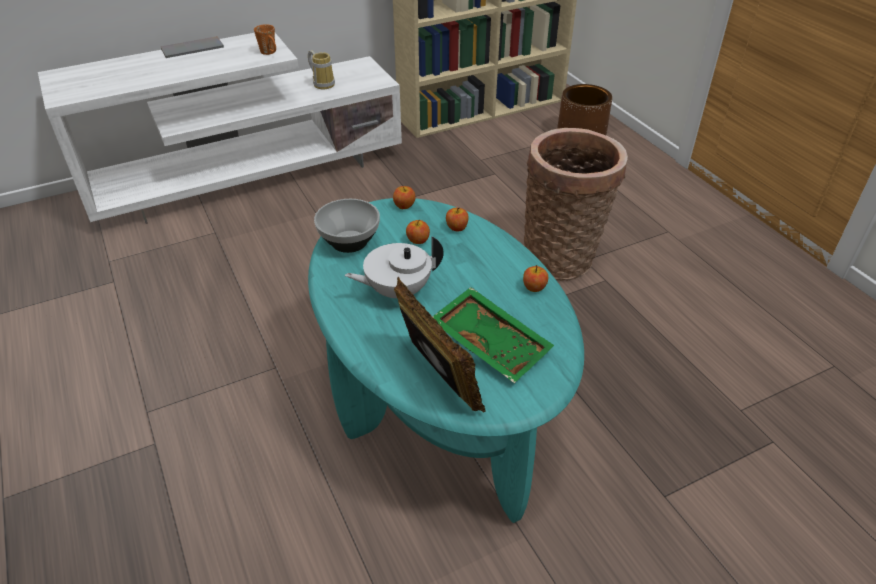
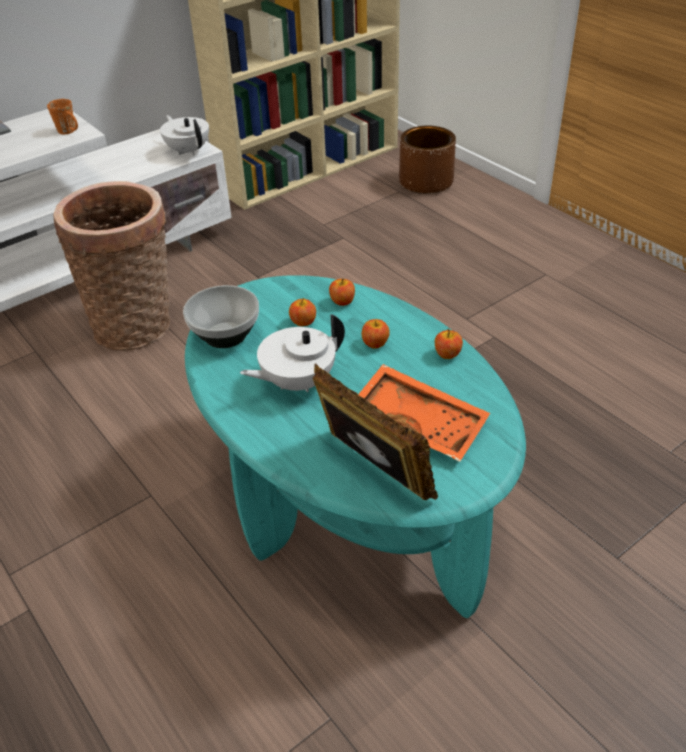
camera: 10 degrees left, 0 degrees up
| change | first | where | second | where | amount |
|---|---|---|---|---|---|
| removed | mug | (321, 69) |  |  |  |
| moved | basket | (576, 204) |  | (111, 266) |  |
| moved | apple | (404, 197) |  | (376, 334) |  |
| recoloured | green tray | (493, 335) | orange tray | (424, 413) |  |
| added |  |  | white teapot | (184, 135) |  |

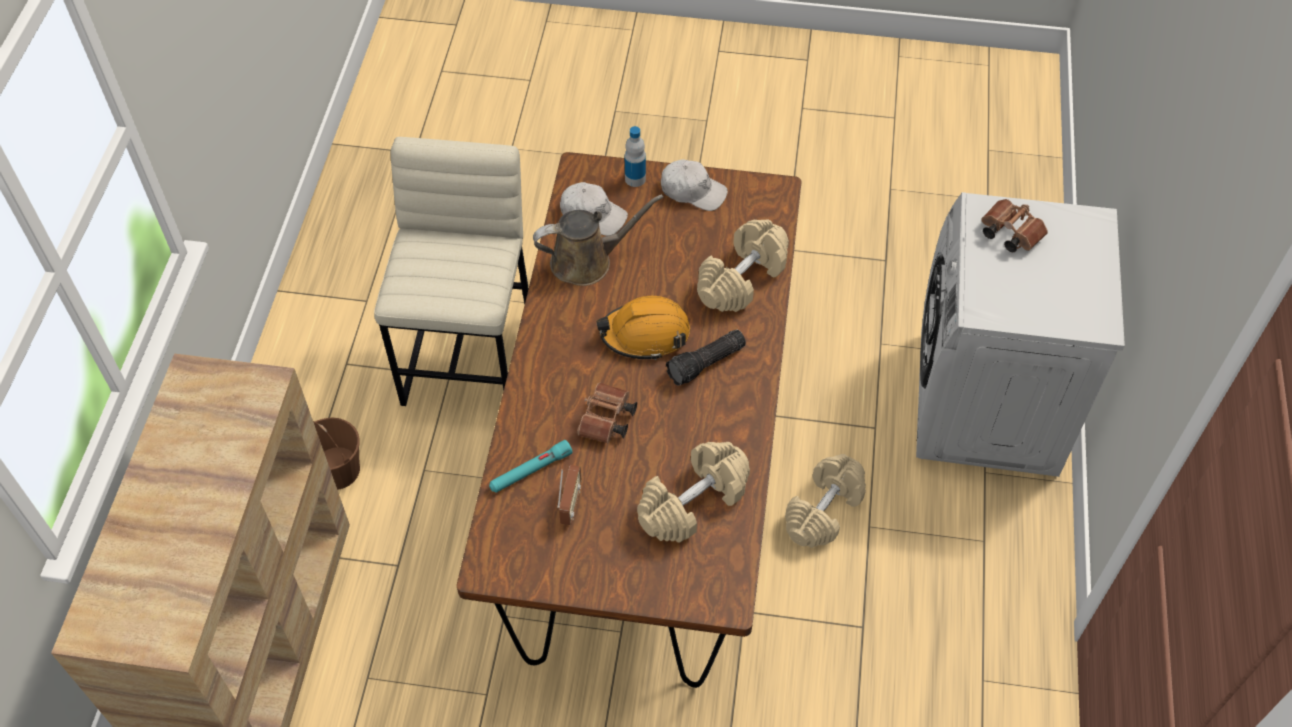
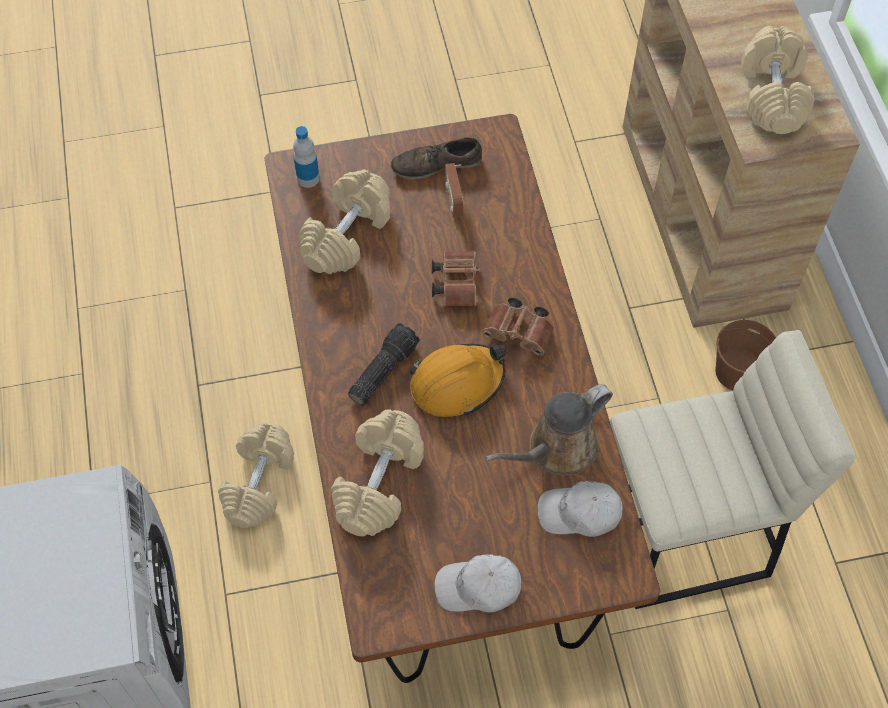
camera: 160 degrees right, 5 degrees up
| change | first | where | second | where | amount |
|---|---|---|---|---|---|
| moved | bottle | (635, 156) |  | (306, 157) |  |
| turned | beige chair | (451, 271) |  | (732, 469) | 90 degrees counterclockwise |
| moved | brown binoculars | (1014, 225) |  | (518, 327) |  |
| removed | turquoise flashlight | (531, 466) |  |  |  |
| added |  |  | beige dumbbell | (778, 80) |  |
| added |  |  | brown shoe | (436, 158) |  |

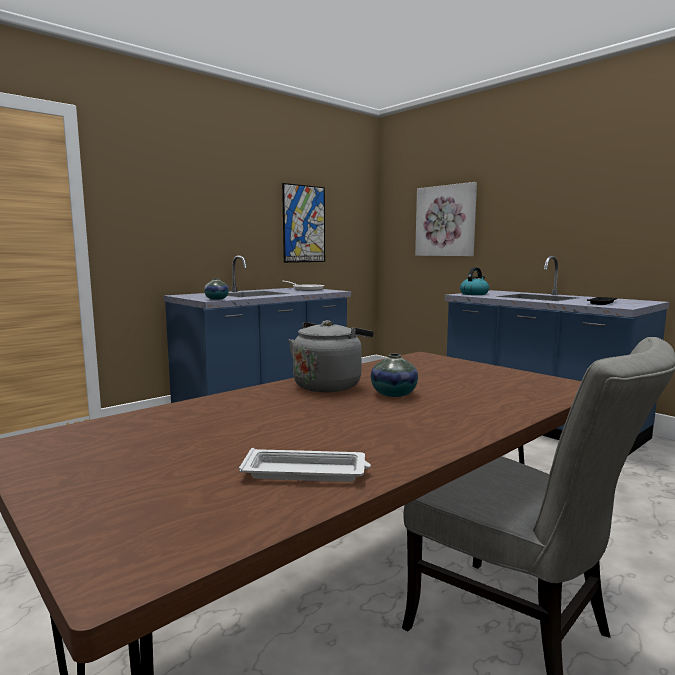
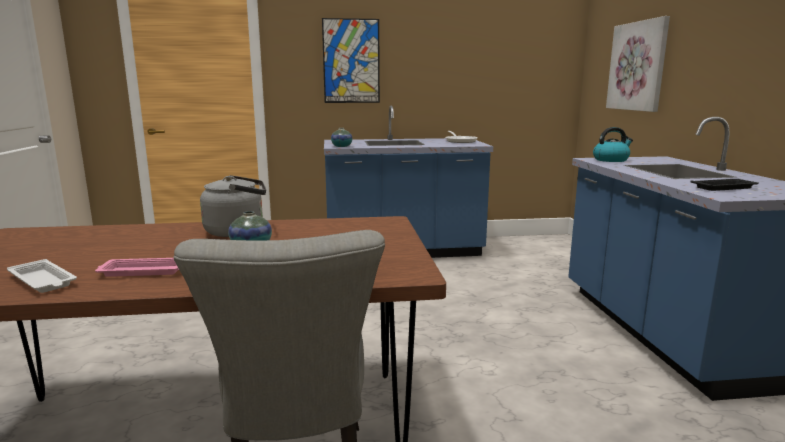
camera: 35 degrees right, 5 degrees up
| change | first | where | second | where | amount |
|---|---|---|---|---|---|
| moved | picture | (303, 223) |  | (351, 60) |  |
| added |  |  | pink tray | (137, 267) |  |

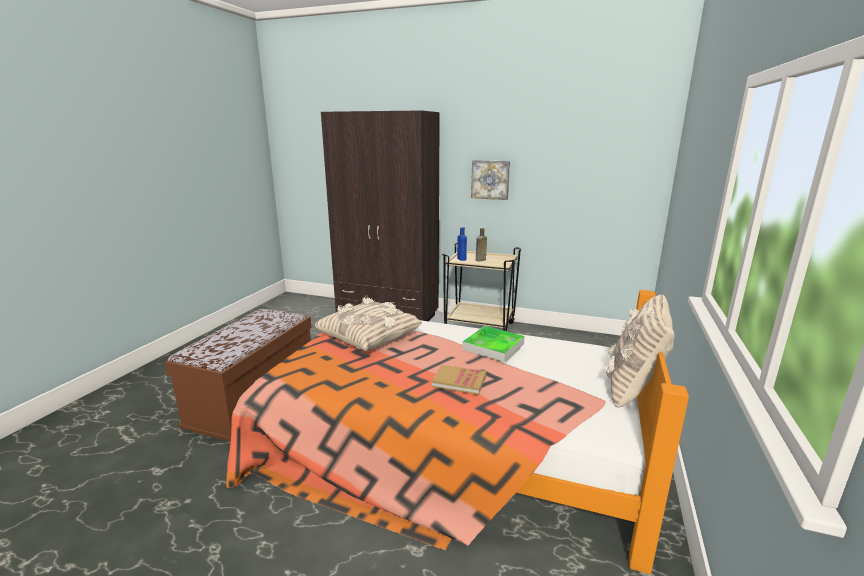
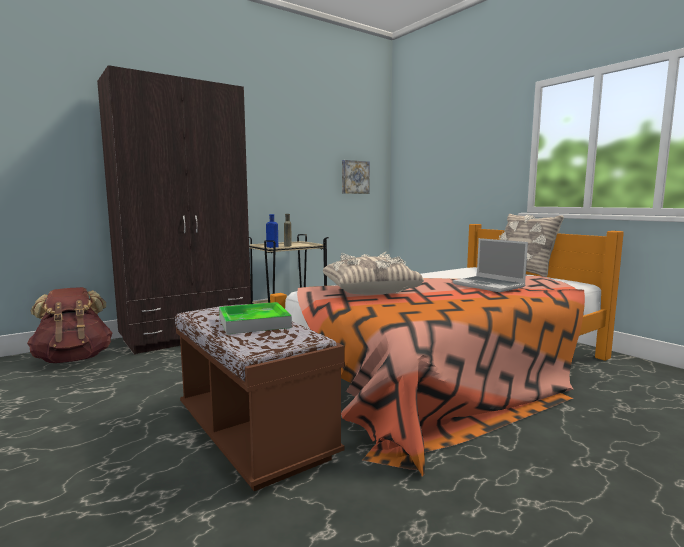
camera: 55 degrees left, 10 degrees down
| change | first | where | second | where | amount |
|---|---|---|---|---|---|
| moved | picture | (490, 180) |  | (356, 177) |  |
| moved | tray | (493, 344) |  | (255, 318) |  |
| replaced | book | (459, 380) | laptop | (490, 265) |  |
| added |  |  | brown backpack | (70, 325) |  |

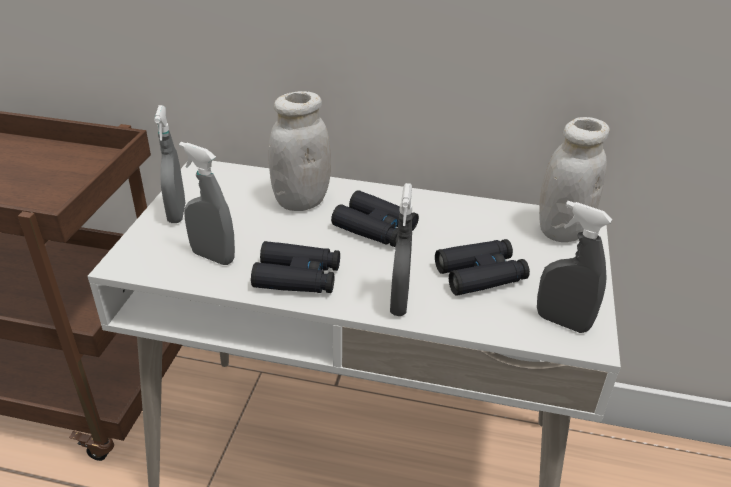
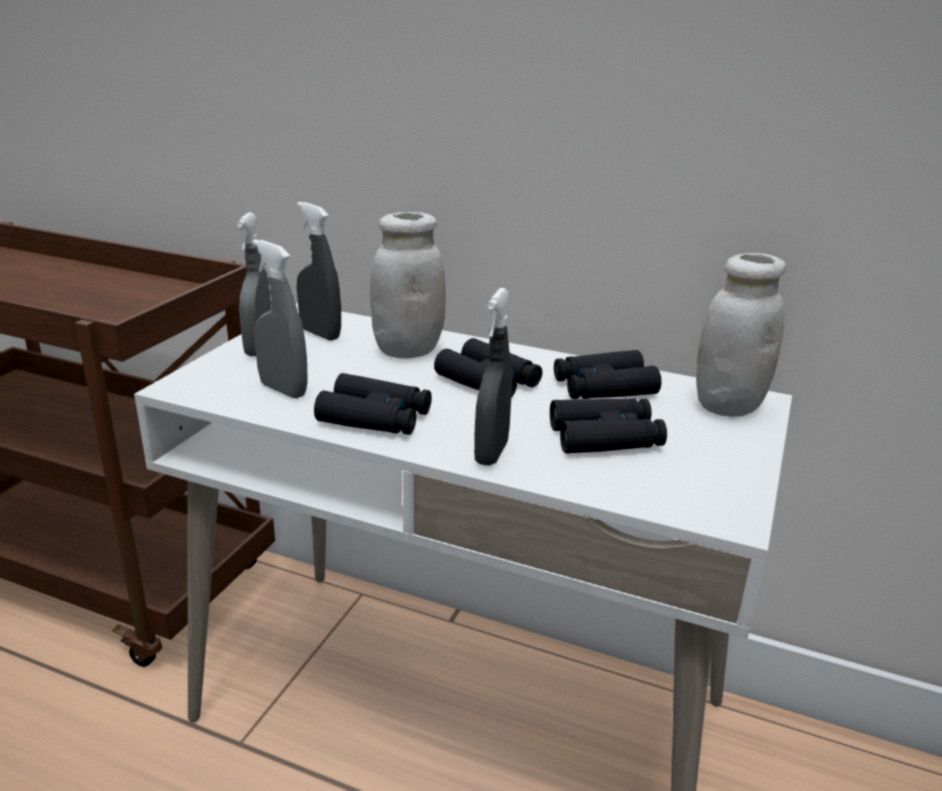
camera: 10 degrees right, 10 degrees down
| change | first | where | second | where | amount |
|---|---|---|---|---|---|
| moved | grey spray bottle | (574, 267) |  | (319, 271) |  |
| added |  |  | black binoculars | (608, 374) |  |

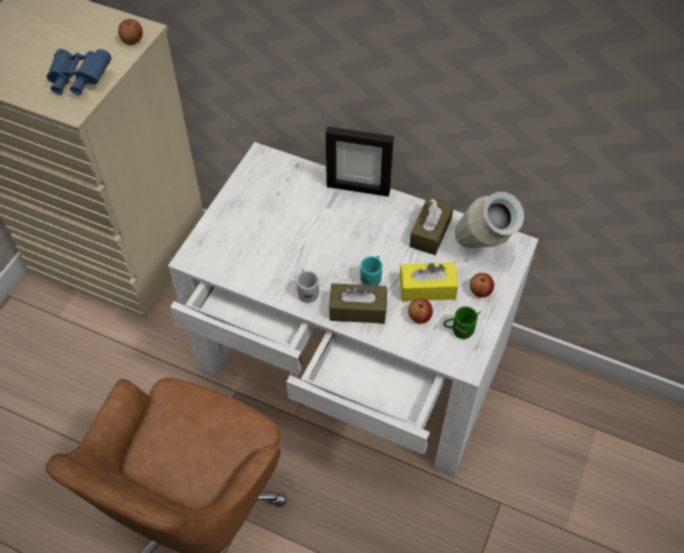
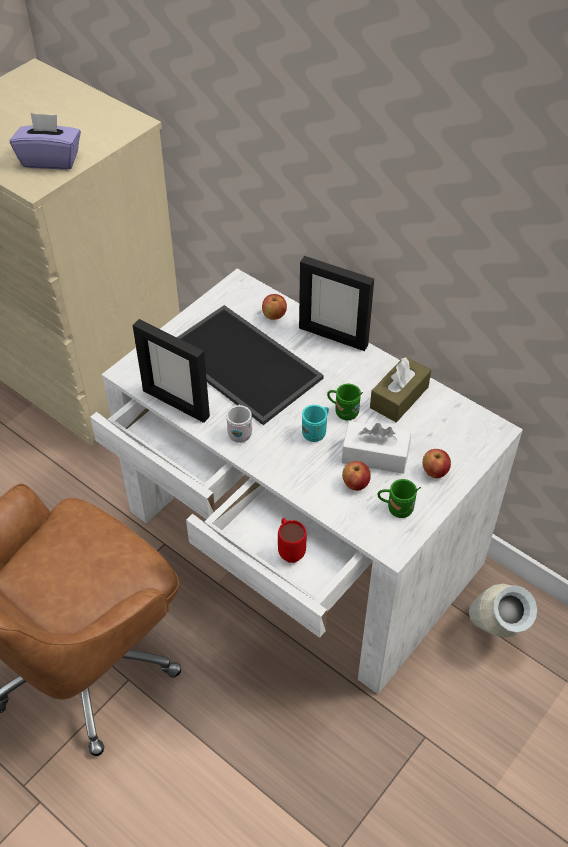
camera: 15 degrees right, 5 degrees down
| change | first | where | second | where | amount |
|---|---|---|---|---|---|
| moved | apple | (130, 32) |  | (274, 307) |  |
| replaced | blue binoculars | (79, 72) | purple tissue box | (45, 141) |  |
| moved | vase | (489, 220) |  | (503, 611) |  |
| recoloured | yellow tissue box | (429, 282) | white tissue box | (376, 447) |  |
| removed | brown tissue box | (358, 303) |  |  |  |
| added |  |  | tray | (250, 365) |  |
| added |  |  | picture frame | (171, 371) |  |
| added |  |  | green mug | (345, 402) |  |
| added |  |  | red mug | (292, 540) |  |

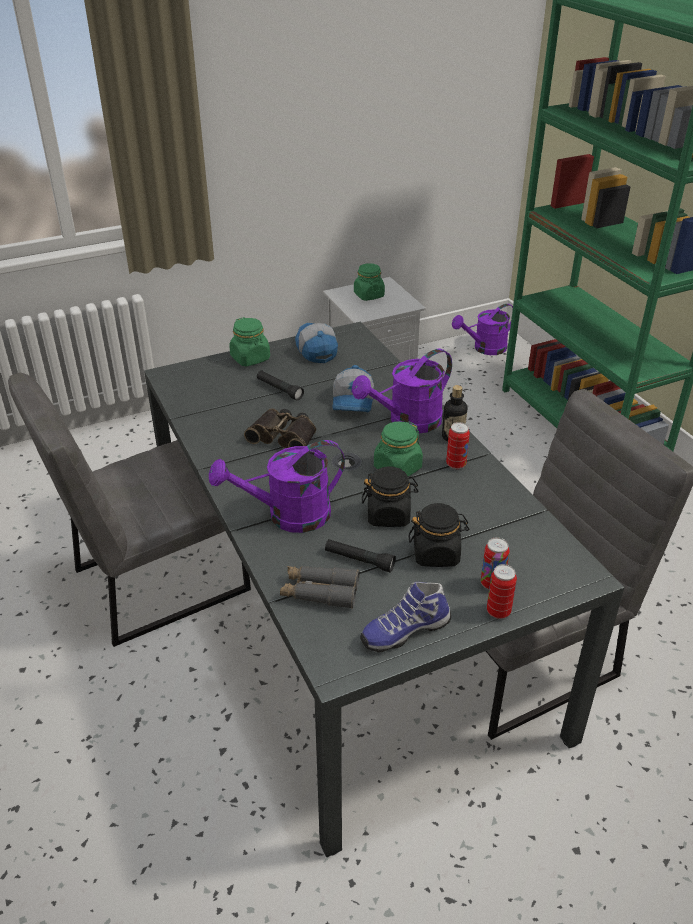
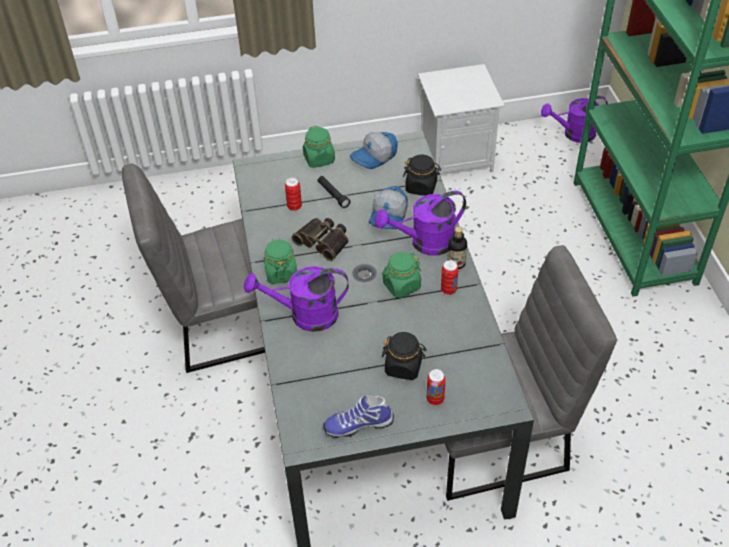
camera: 15 degrees right, 10 degrees up
| change | first | where | second | where | amount |
|---|---|---|---|---|---|
| moved | green jar | (369, 282) |  | (280, 261) |  |
| turned | cap | (316, 343) |  | (374, 150) | 120 degrees counterclockwise |
| moved | black jar | (390, 497) |  | (422, 175) |  |
| removed | black flashlight | (360, 556) |  |  |  |
| moved | can | (502, 591) |  | (293, 194) |  |
| removed | grey binoculars | (319, 587) |  |  |  |

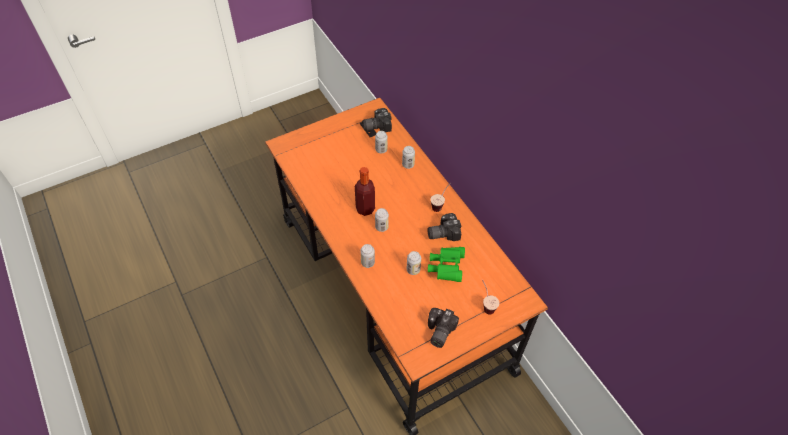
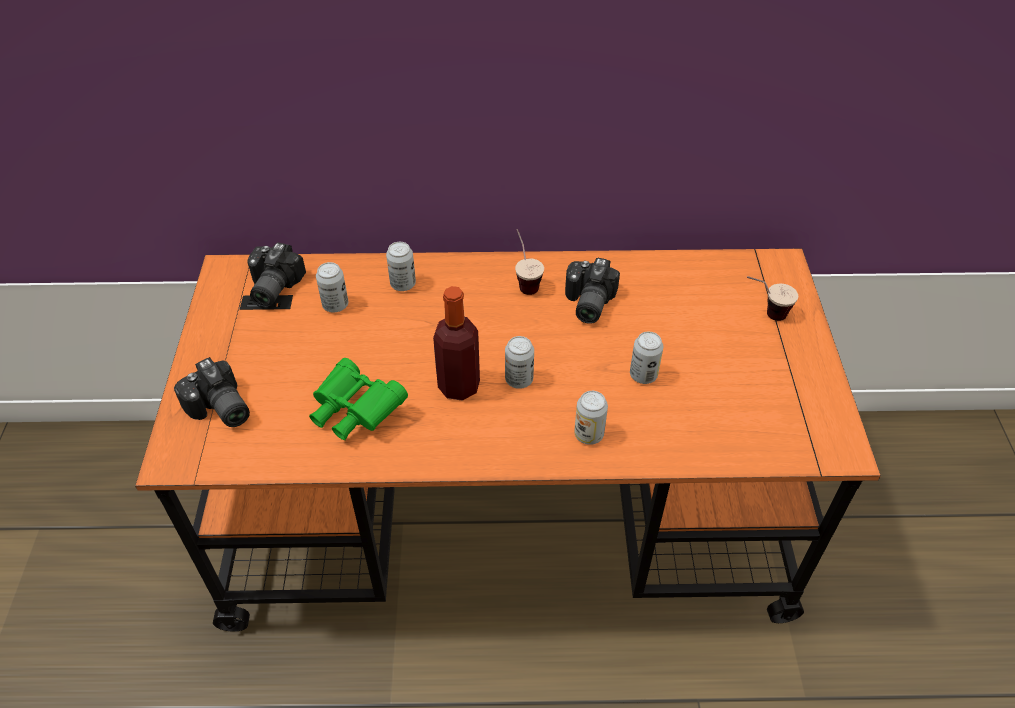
camera: 60 degrees left, 5 degrees down
| change | first | where | second | where | amount |
|---|---|---|---|---|---|
| moved | green binoculars | (446, 264) |  | (358, 399) |  |
| moved | photo camera | (443, 328) |  | (212, 392) |  |

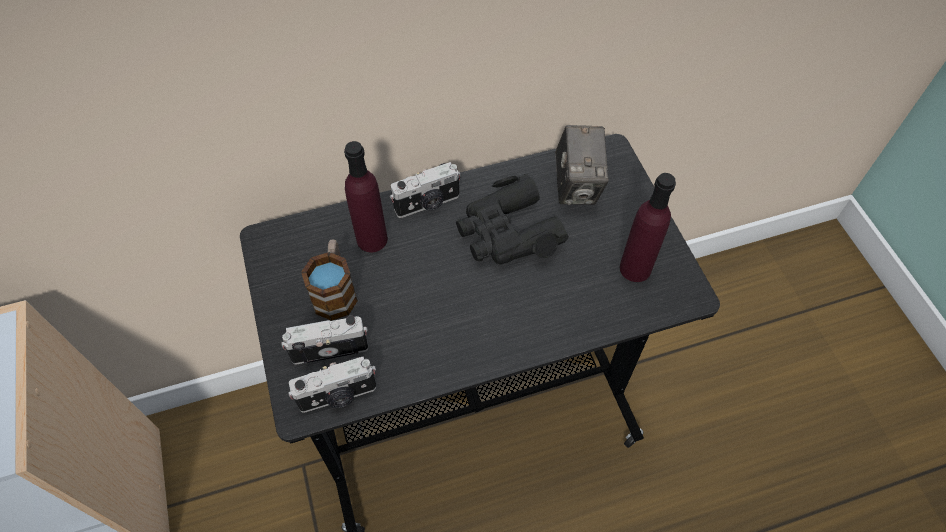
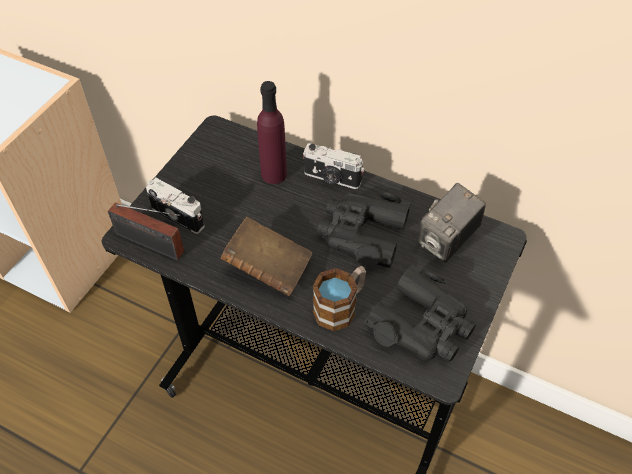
camera: 45 degrees right, 5 degrees down
| change | first | where | second | where | amount |
|---|---|---|---|---|---|
| replaced | purple bottle | (648, 227) | black binoculars | (420, 313) |  |
| moved | mug | (329, 280) |  | (339, 298) |  |
| replaced | photo camera | (332, 385) | radio | (146, 231) |  |
| added |  |  | brown book | (267, 257) |  |

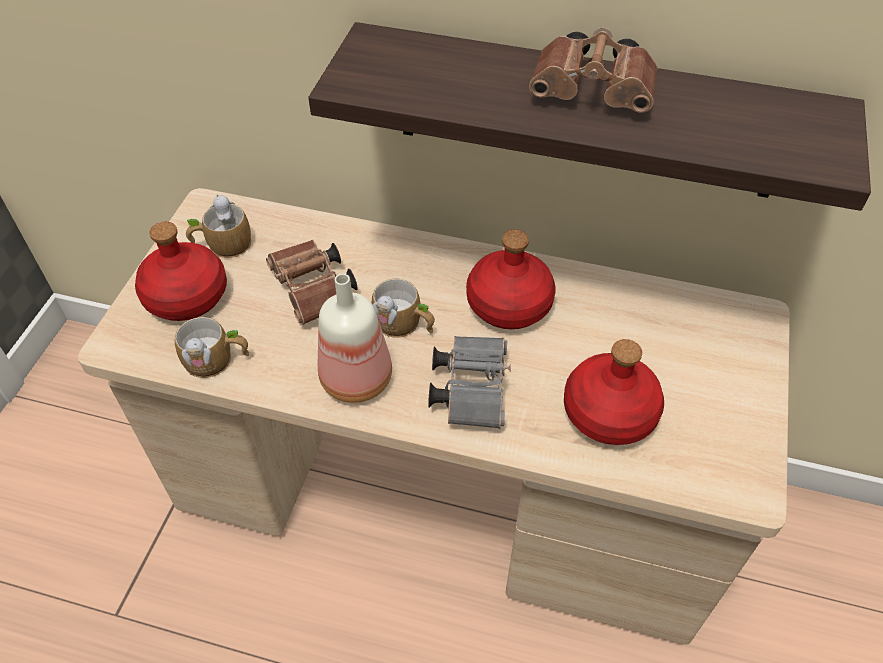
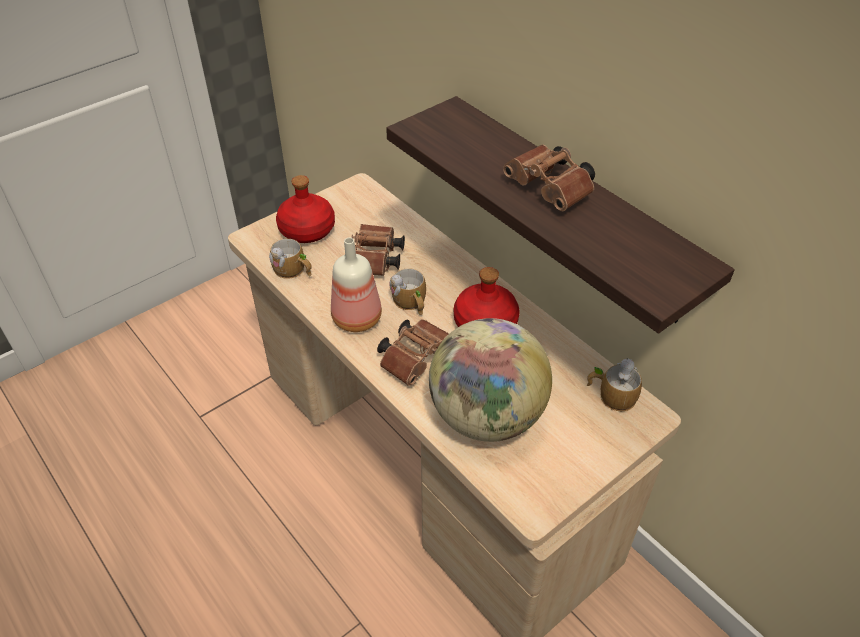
camera: 35 degrees right, 5 degrees down
| change | first | where | second | where | amount |
|---|---|---|---|---|---|
| moved | mug | (218, 226) |  | (614, 384) |  |
| recoloured | grey binoculars | (469, 382) | brown binoculars | (413, 352) |  |
| replaced | red bottle | (614, 392) | globe | (490, 380) |  |

